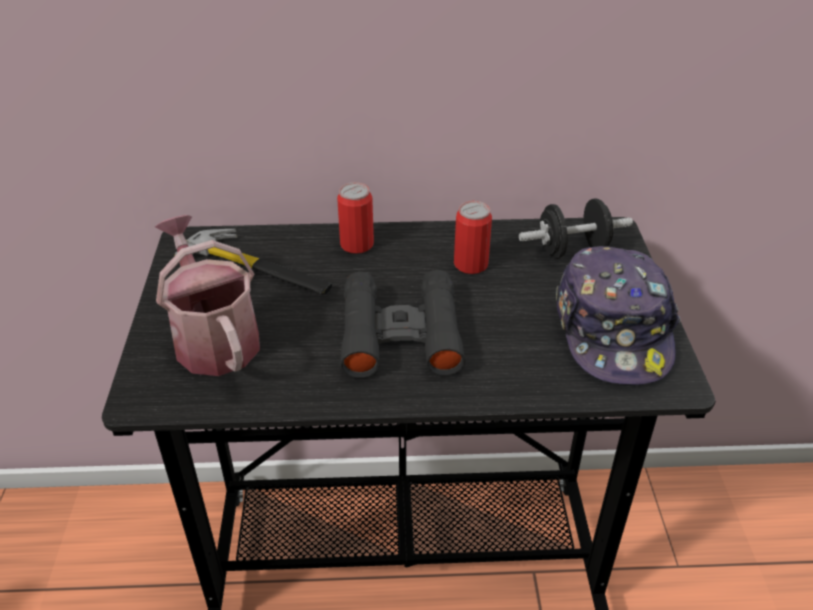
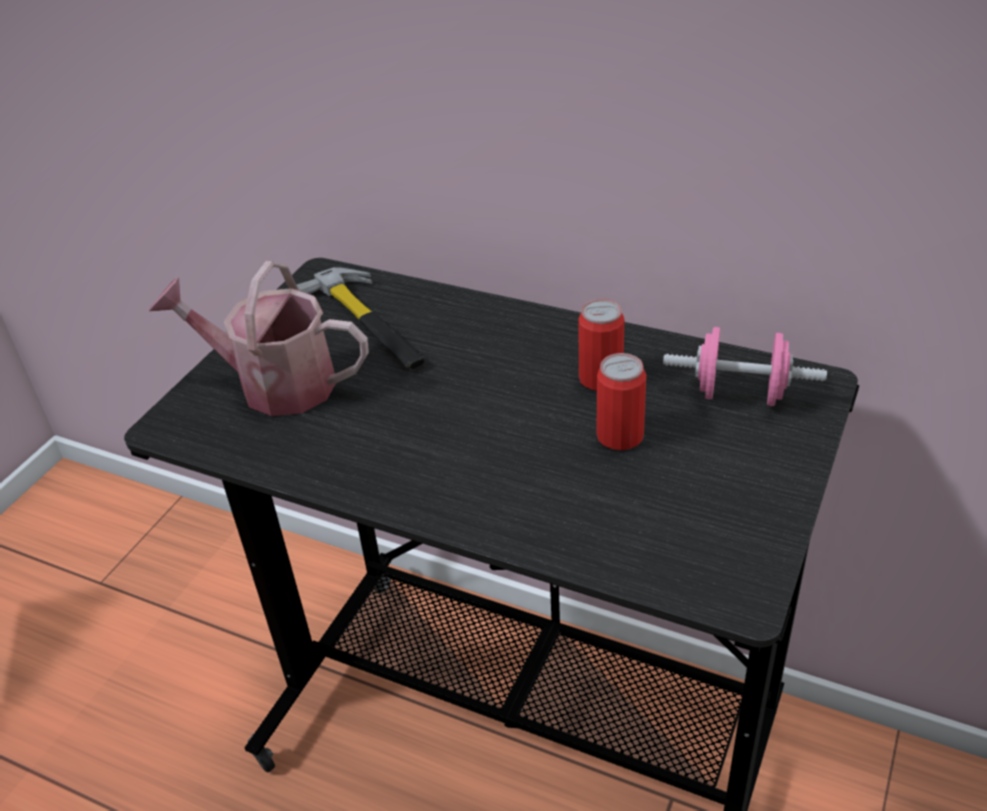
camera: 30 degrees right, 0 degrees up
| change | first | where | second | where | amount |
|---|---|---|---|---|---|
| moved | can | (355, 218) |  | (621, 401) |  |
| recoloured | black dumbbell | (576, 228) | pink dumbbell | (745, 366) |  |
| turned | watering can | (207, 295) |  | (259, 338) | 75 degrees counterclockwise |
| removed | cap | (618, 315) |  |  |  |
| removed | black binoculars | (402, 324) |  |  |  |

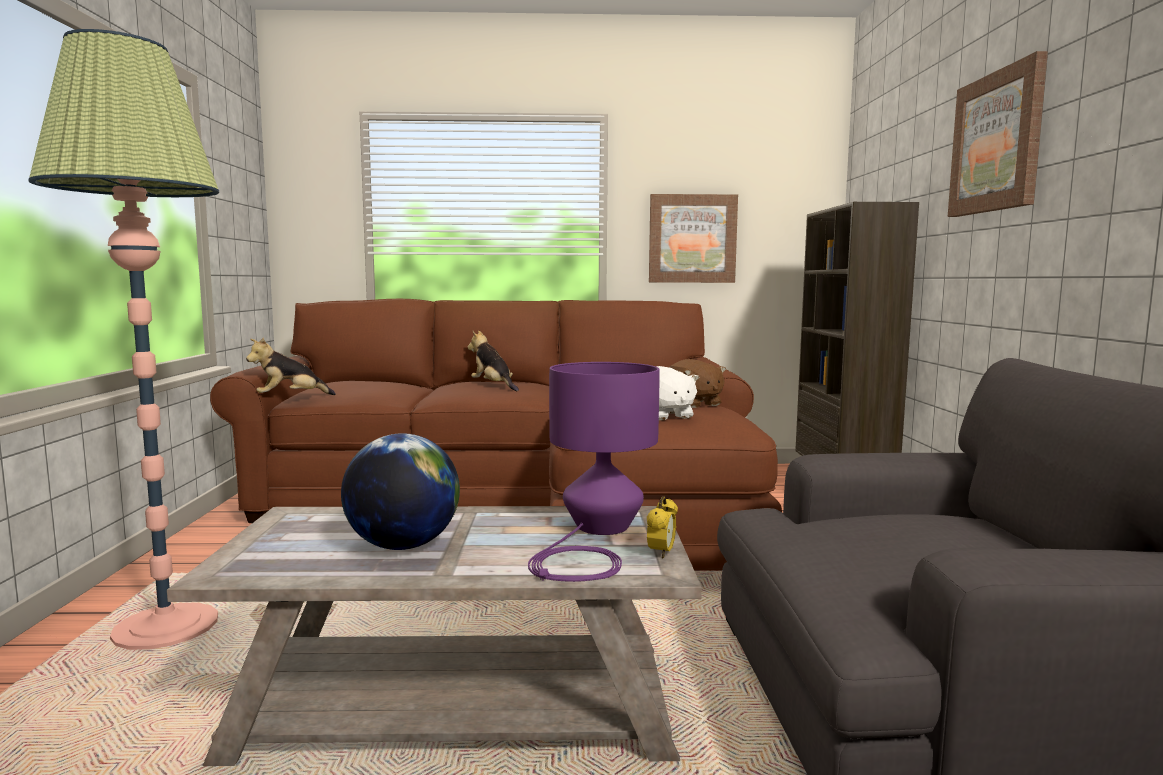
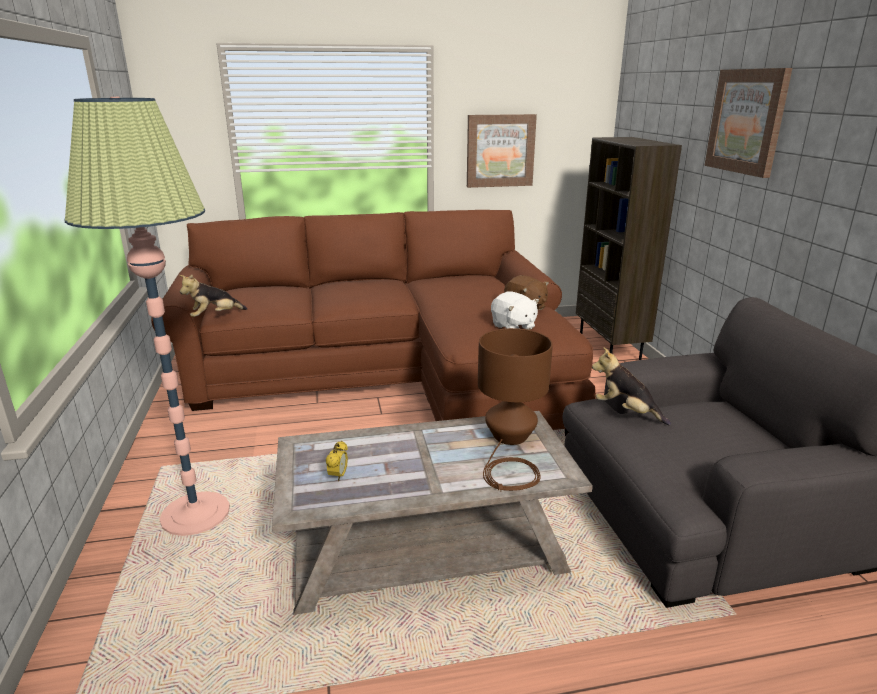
camera: 10 degrees left, 15 degrees up
| change | first | where | second | where | amount |
|---|---|---|---|---|---|
| moved | plush toy | (493, 361) |  | (631, 386) |  |
| recoloured | purple table lamp | (594, 472) | brown table lamp | (515, 409) |  |
| removed | globe | (400, 491) |  |  |  |
| moved | alarm clock | (662, 527) |  | (337, 461) |  |

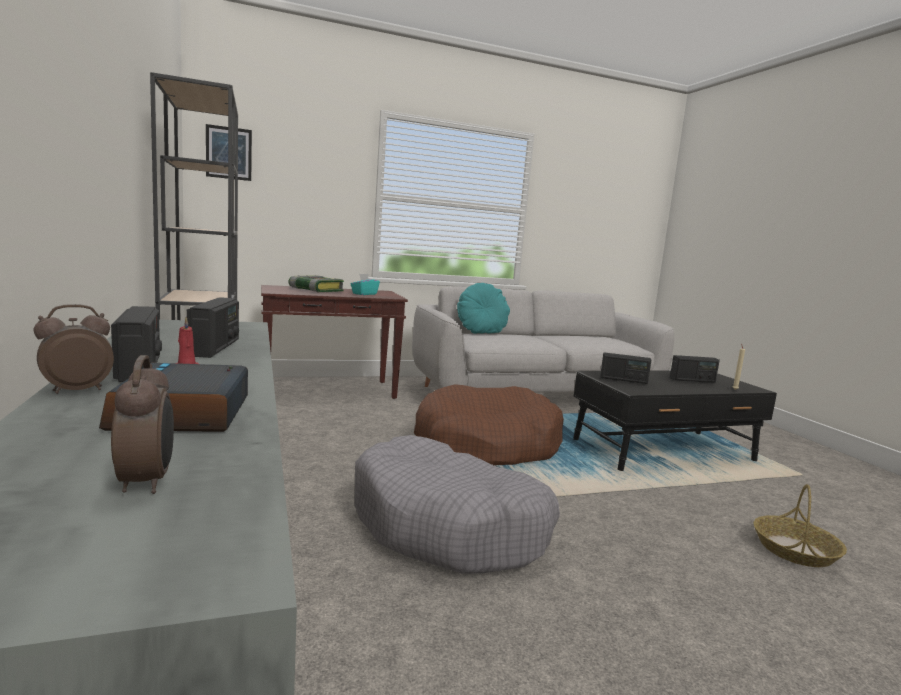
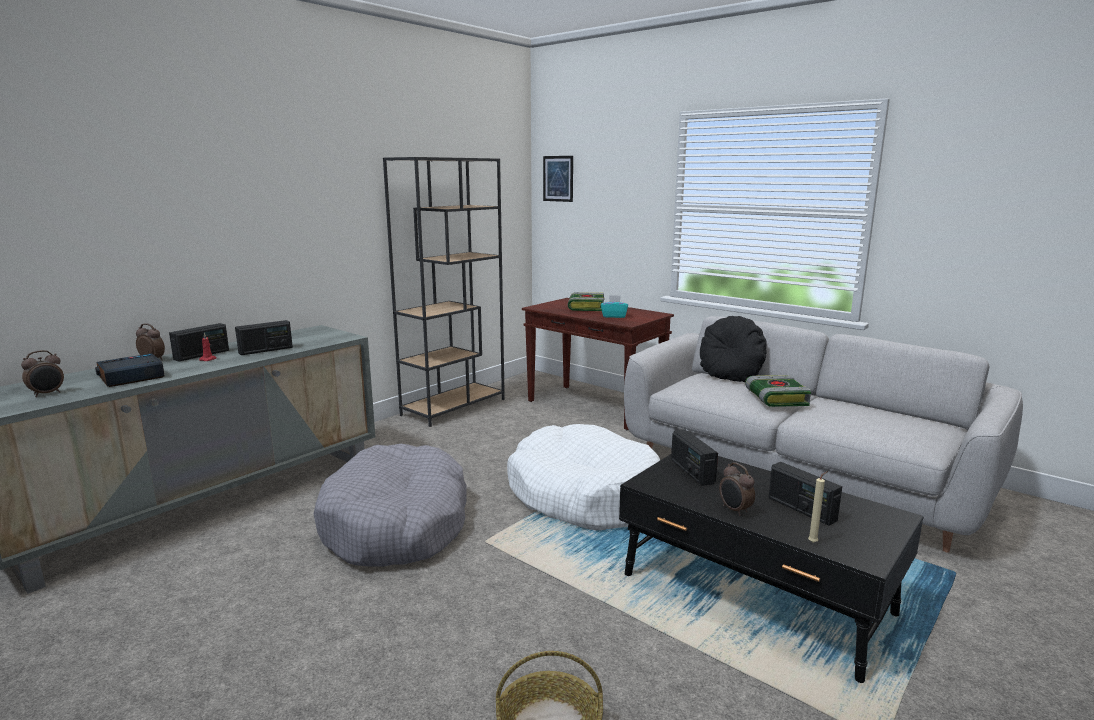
camera: 60 degrees right, 5 degrees up
| change | first | where | second | where | amount |
|---|---|---|---|---|---|
| recoloured | turquoise pillow | (483, 308) | black pillow | (733, 349) |  |
| recoloured | brown dog bed | (489, 424) | white dog bed | (583, 477) |  |
| added |  |  | book | (778, 391) |  |
| added |  |  | alarm clock | (737, 489) |  |

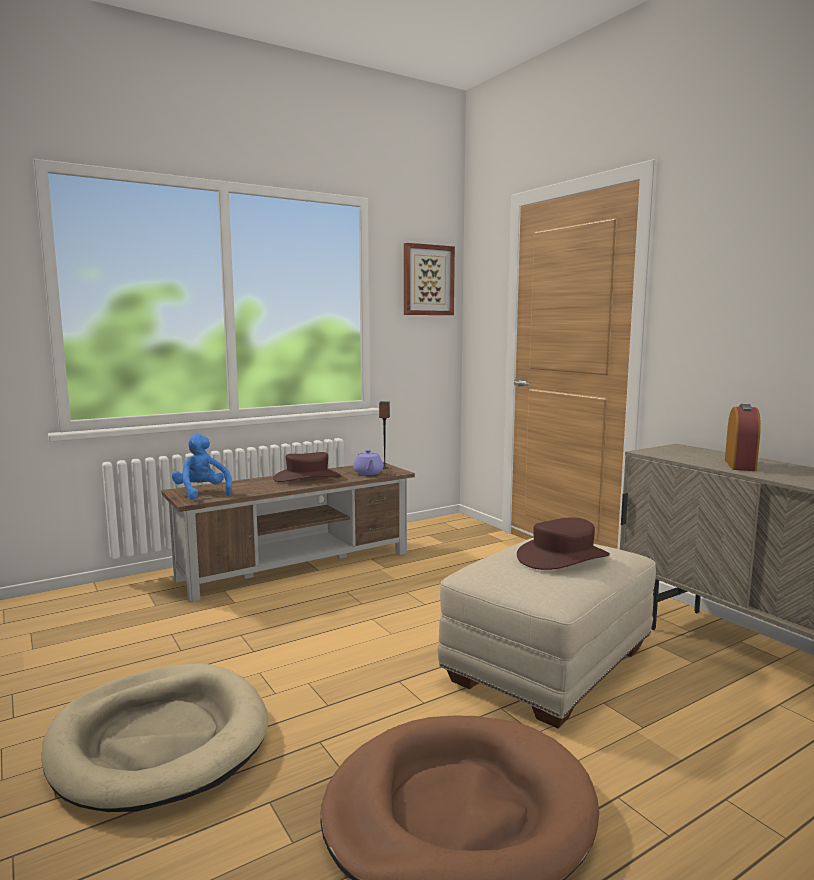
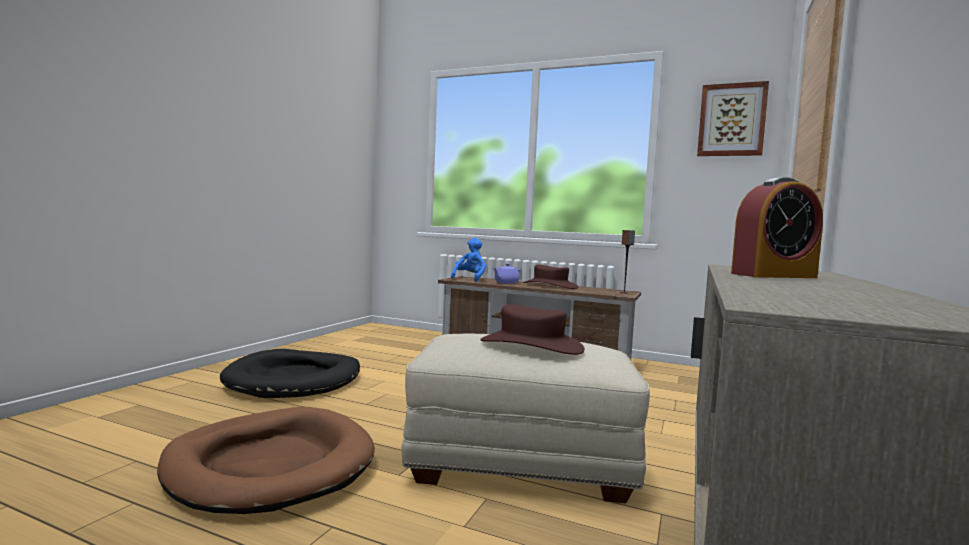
camera: 55 degrees right, 5 degrees down
| change | first | where | second | where | amount |
|---|---|---|---|---|---|
| moved | purple teapot | (368, 462) |  | (506, 273) |  |
| recoloured | beige dog bed | (154, 737) | black dog bed | (290, 373) |  |

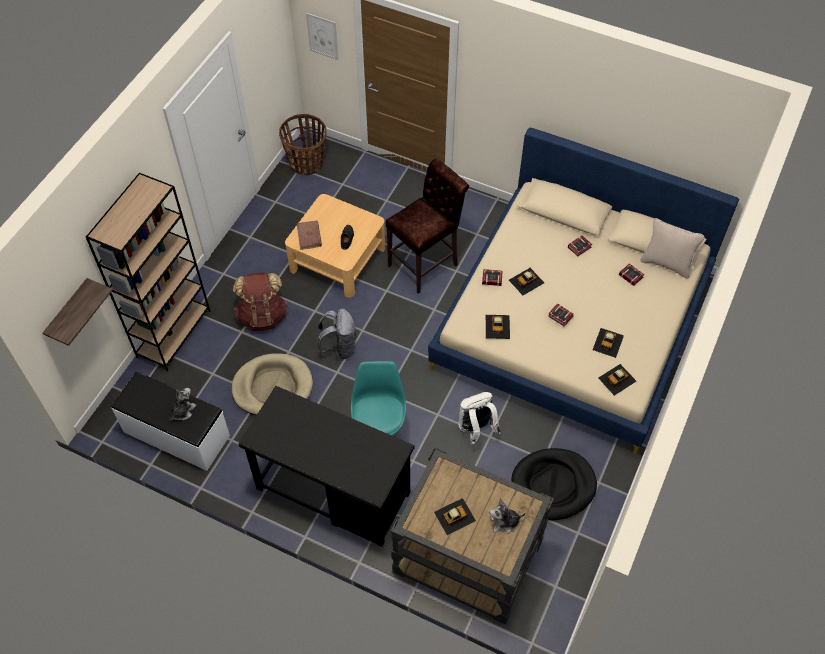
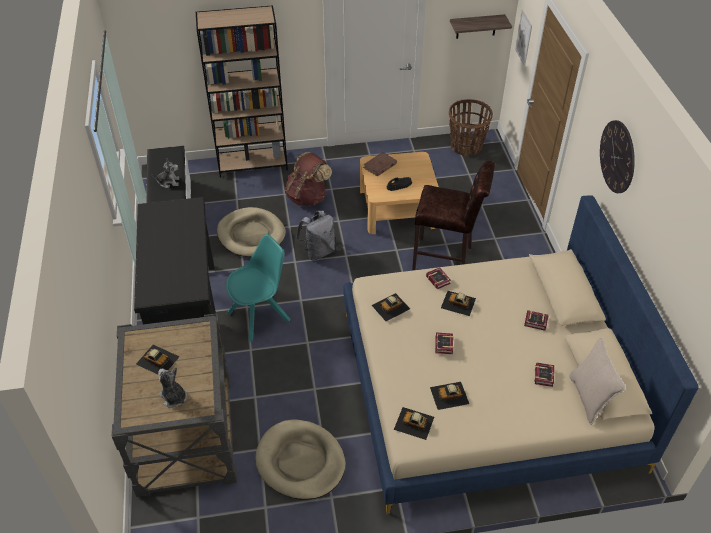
camera: 55 degrees right, 10 degrees down
| change | first | where | second | where | amount |
|---|---|---|---|---|---|
| moved | shelf | (78, 312) |  | (481, 26) |  |
| removed | white backpack | (479, 418) |  |  |  |
| recoloured | black dog bed | (554, 484) | beige dog bed | (300, 459) |  |
| added |  |  | wall clock | (617, 156) |  |

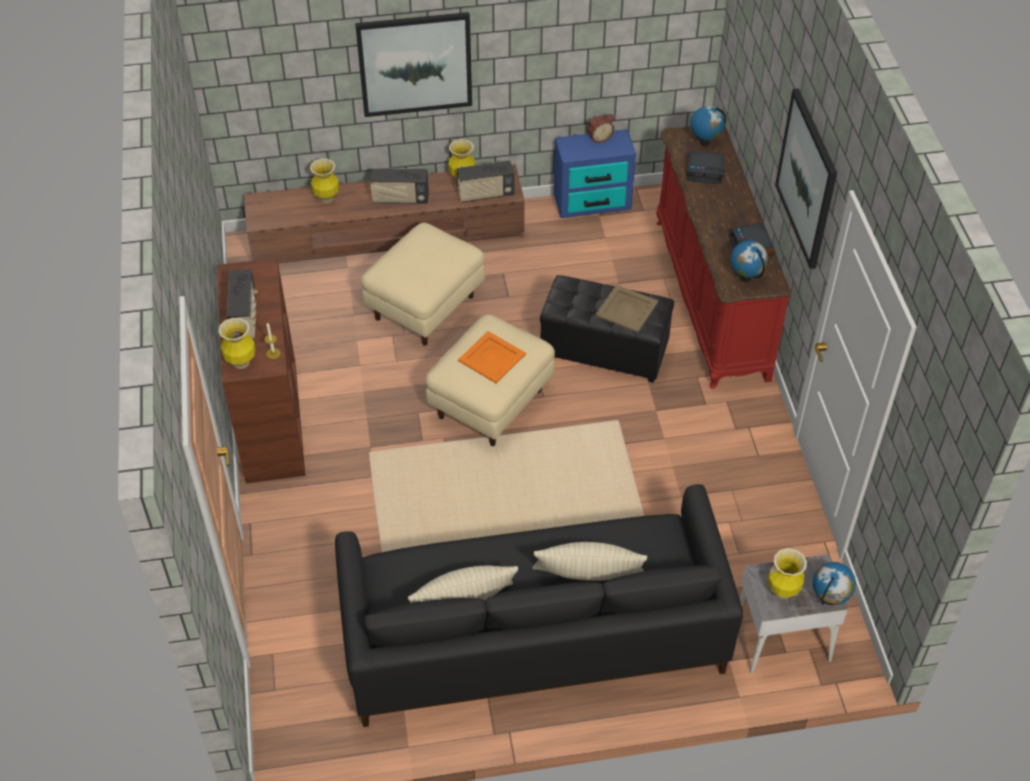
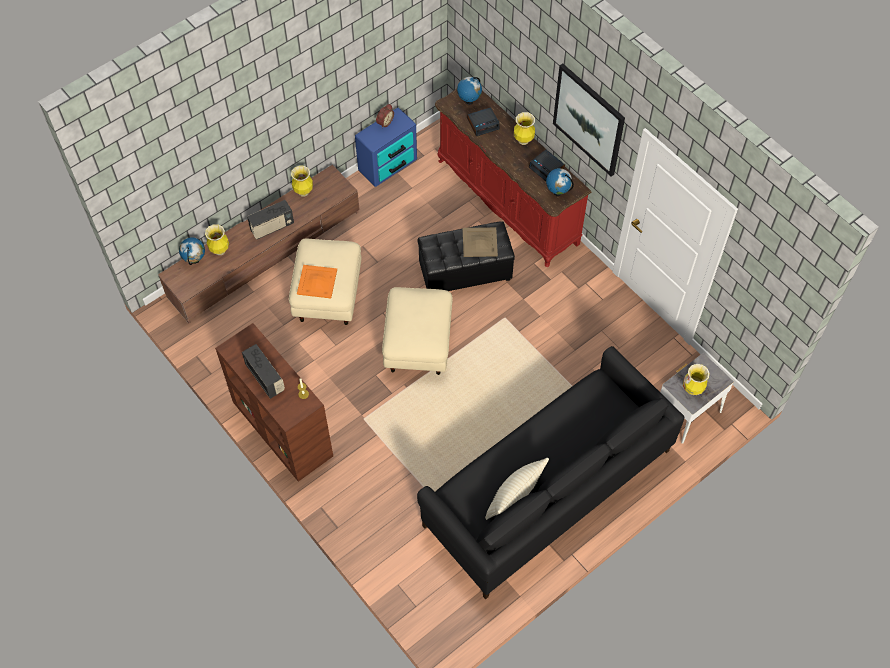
camera: 30 degrees left, 10 degrees up
| change | first | where | second | where | amount |
|---|---|---|---|---|---|
| removed | picture | (413, 64) |  |  |  |
| removed | radio | (485, 181) |  |  |  |
| moved | vase | (237, 343) |  | (524, 128) |  |
| moved | orange tray | (492, 357) |  | (317, 281) |  |
| removed | beige pillow | (589, 561) |  |  |  |
| moved | globe | (834, 583) |  | (192, 251) |  |

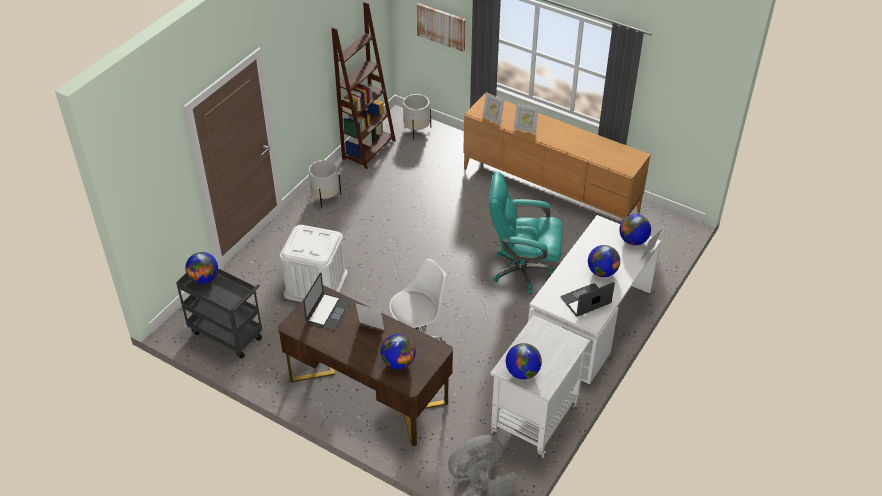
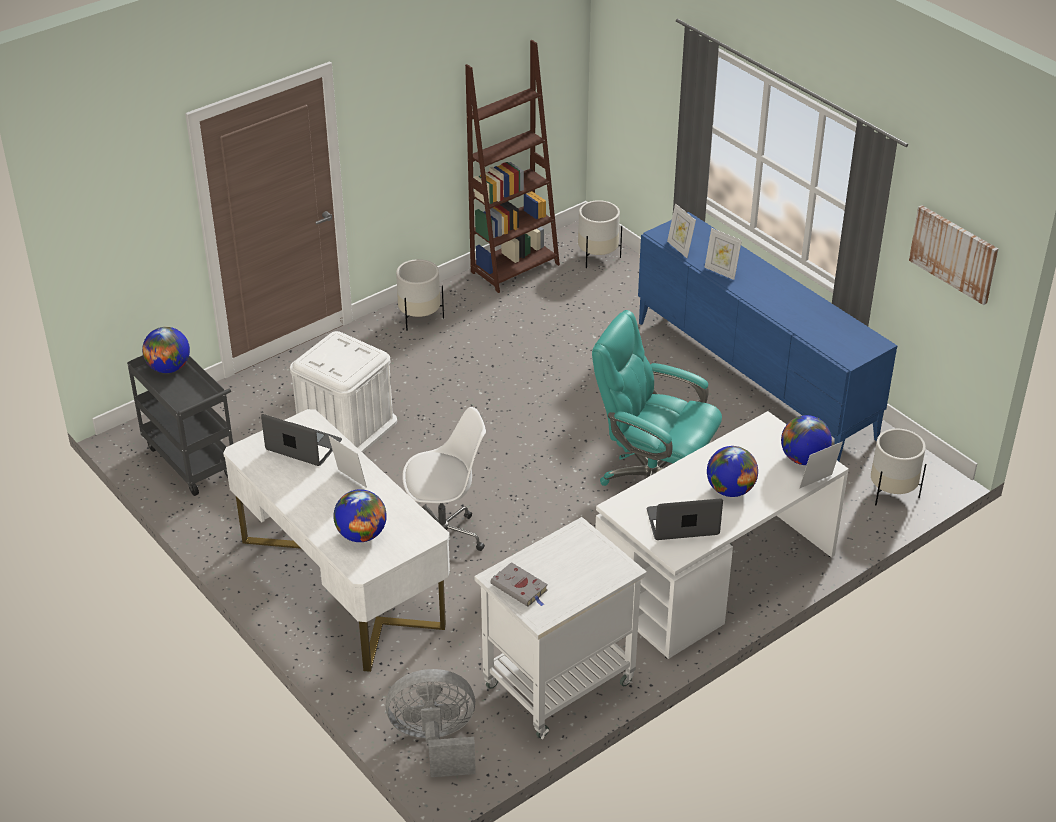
camera: 20 degrees right, 5 degrees down
| change | first | where | second | where | amount |
|---|---|---|---|---|---|
| moved | picture | (441, 27) |  | (953, 255) |  |
| recoloured | brown cabinet | (557, 157) | blue cabinet | (767, 336) |  |
| turned | laptop | (327, 301) |  | (301, 440) | 105 degrees counterclockwise |
| recoloured | brown desk | (365, 365) | white desk | (336, 540) |  |
| replaced | globe | (524, 361) | grey book | (519, 584) |  |
| added |  |  | white planter | (898, 467) |  |

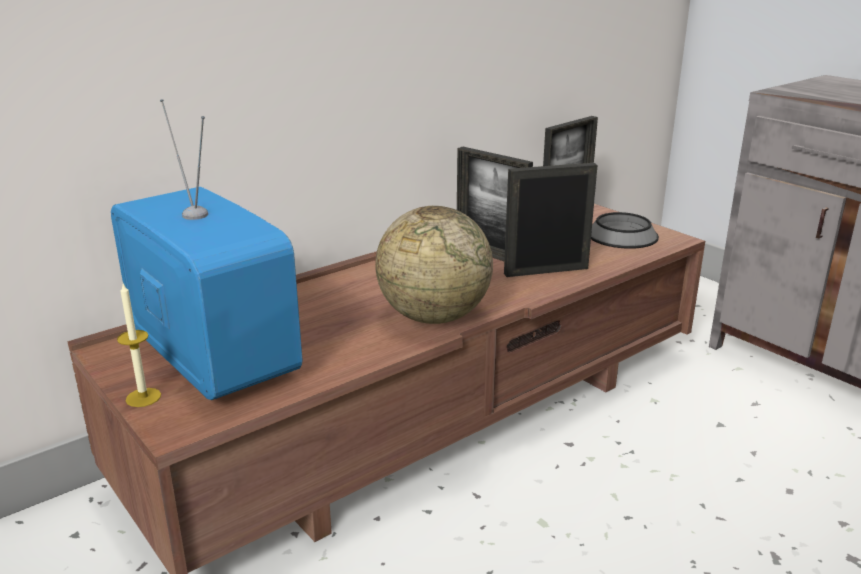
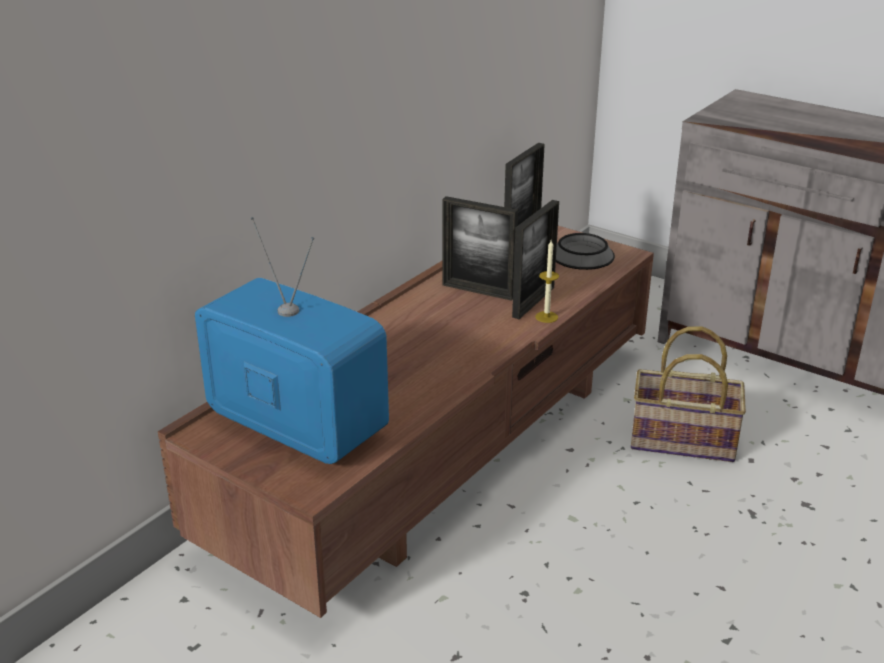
camera: 15 degrees left, 5 degrees up
| change | first | where | second | where | amount |
|---|---|---|---|---|---|
| turned | picture frame | (551, 220) |  | (535, 259) | 150 degrees clockwise |
| removed | globe | (434, 265) |  |  |  |
| moved | candle | (139, 345) |  | (547, 281) |  |
| added |  |  | basket | (688, 394) |  |

